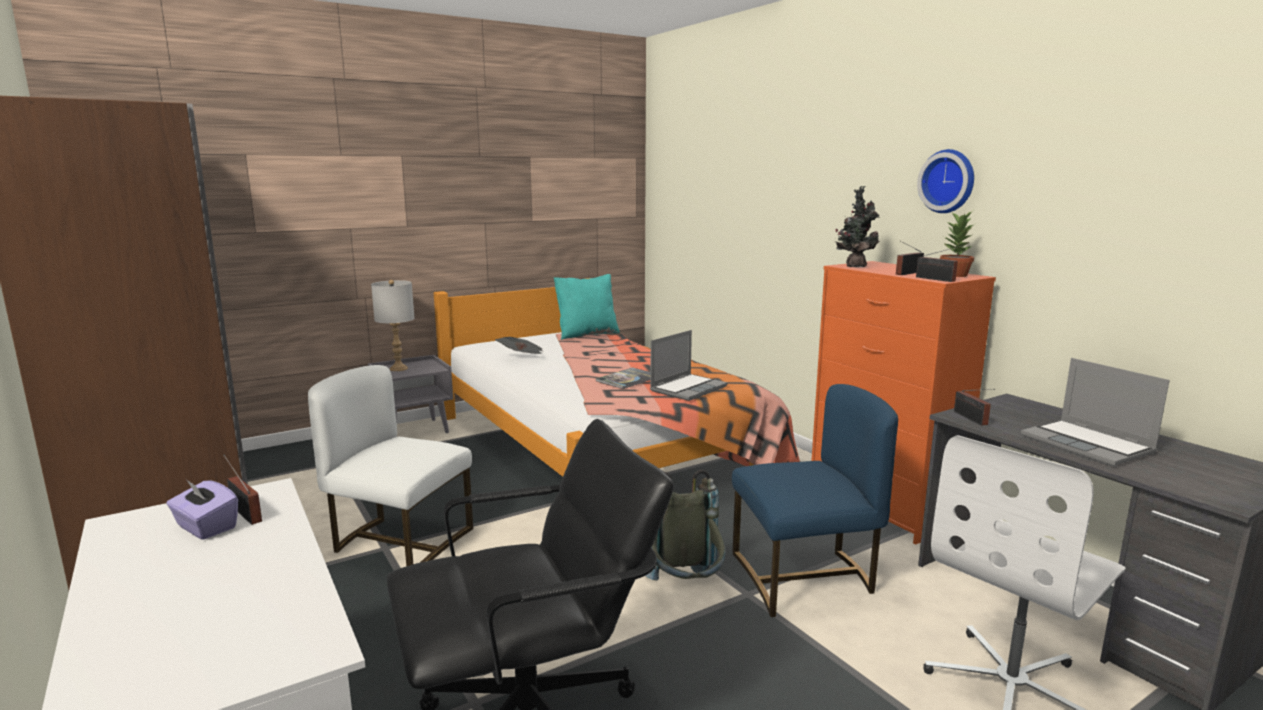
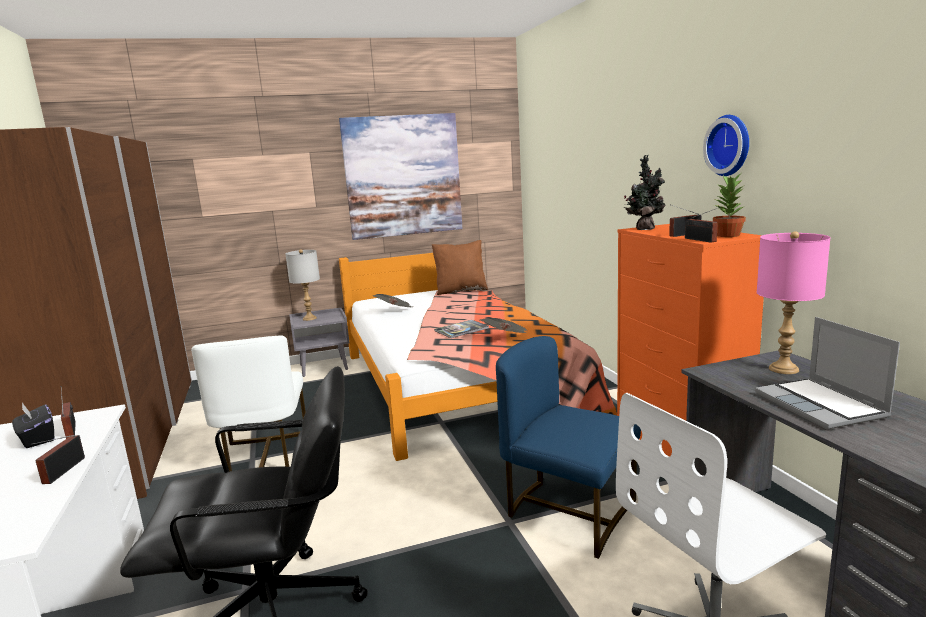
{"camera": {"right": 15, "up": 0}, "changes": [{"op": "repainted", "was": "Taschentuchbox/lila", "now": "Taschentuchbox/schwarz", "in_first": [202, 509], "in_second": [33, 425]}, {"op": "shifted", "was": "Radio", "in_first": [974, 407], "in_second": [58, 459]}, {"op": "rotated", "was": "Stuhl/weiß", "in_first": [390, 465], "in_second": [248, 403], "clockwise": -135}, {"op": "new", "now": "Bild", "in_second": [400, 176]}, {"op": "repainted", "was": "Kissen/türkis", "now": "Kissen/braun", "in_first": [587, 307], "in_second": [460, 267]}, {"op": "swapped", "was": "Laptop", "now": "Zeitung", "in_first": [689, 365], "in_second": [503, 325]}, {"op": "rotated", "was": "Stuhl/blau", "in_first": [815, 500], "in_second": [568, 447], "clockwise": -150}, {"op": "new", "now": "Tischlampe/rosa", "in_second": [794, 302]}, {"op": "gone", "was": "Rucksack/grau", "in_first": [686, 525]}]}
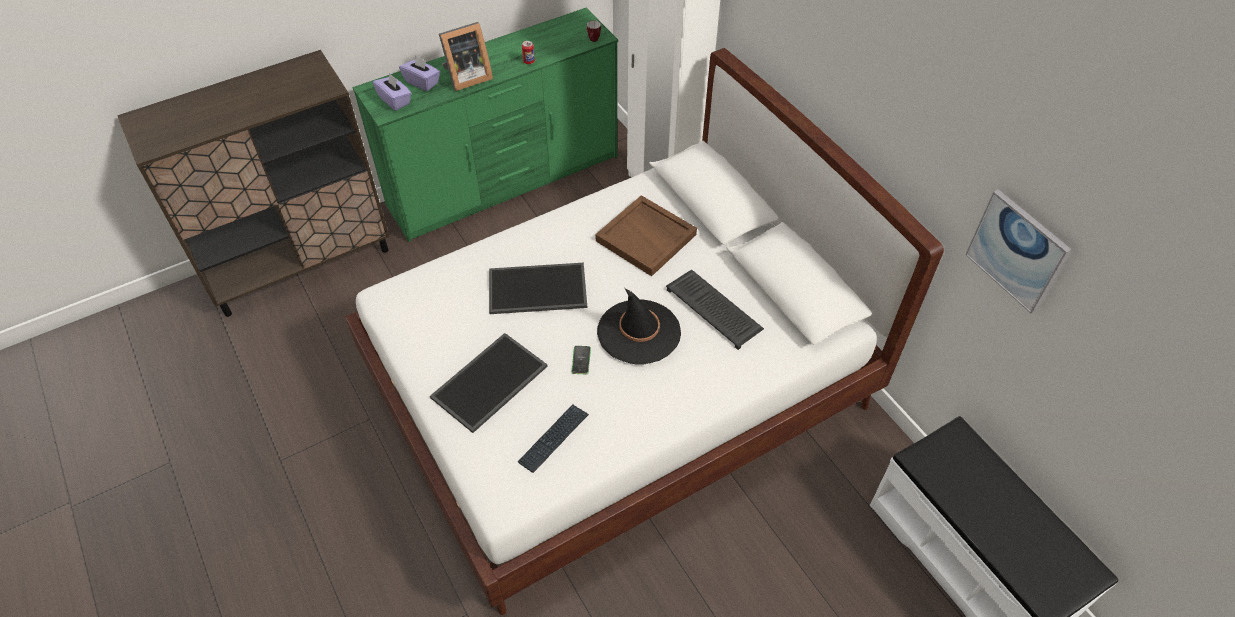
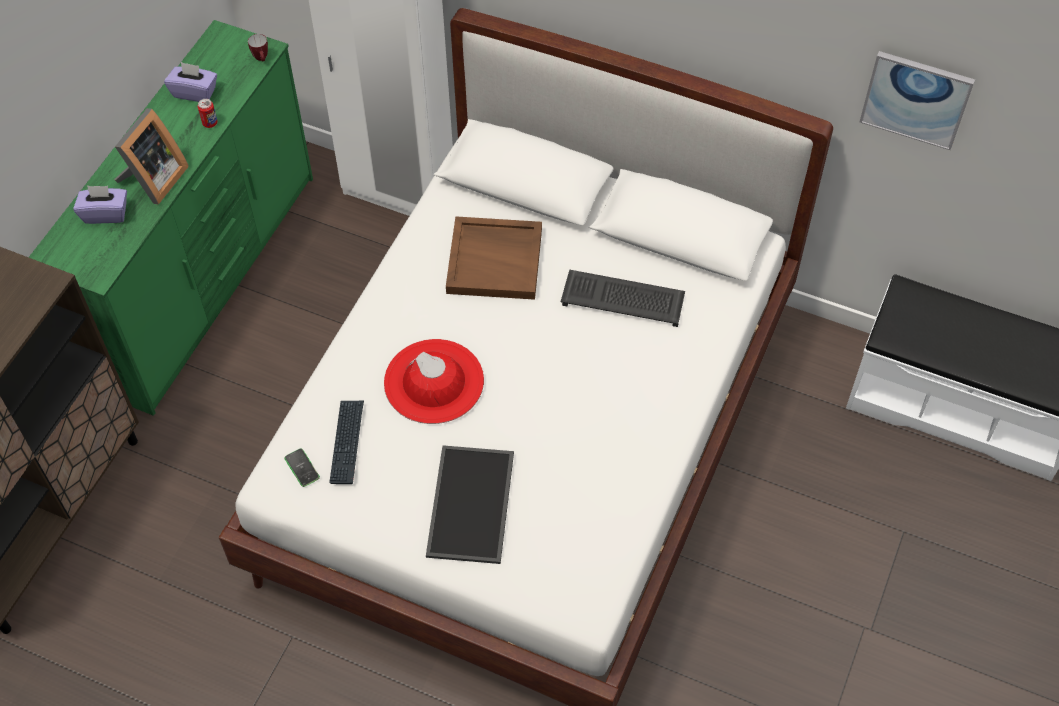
{"camera": {"right": -35, "up": 5}, "changes": [{"op": "shifted", "was": "Taschentuchbox/lila", "in_first": [392, 92], "in_second": [190, 82]}, {"op": "shifted", "was": "Handy", "in_first": [581, 360], "in_second": [302, 468]}, {"op": "shifted", "was": "Tastatur", "in_first": [553, 438], "in_second": [346, 442]}, {"op": "swapped", "was": "Tablett", "now": "Hut/rot", "in_first": [538, 288], "in_second": [434, 381]}, {"op": "gone", "was": "Hut/schwarz", "in_first": [639, 326]}]}
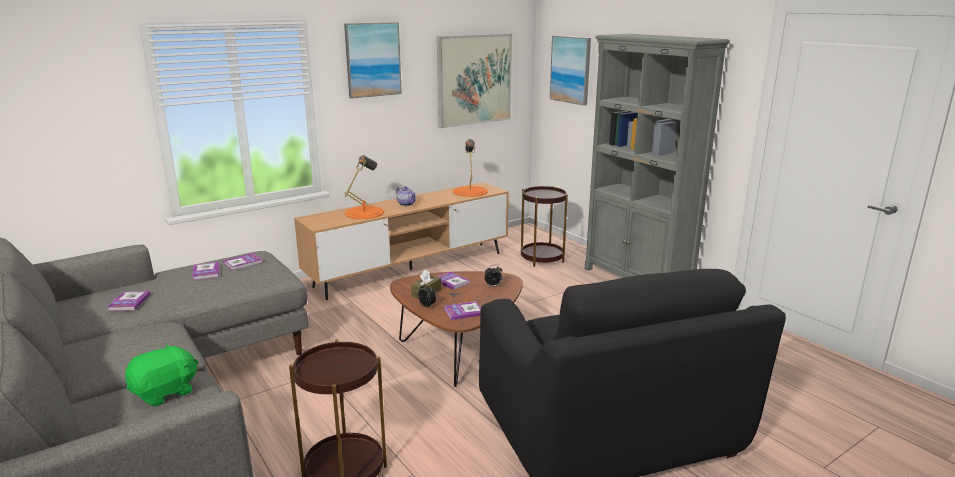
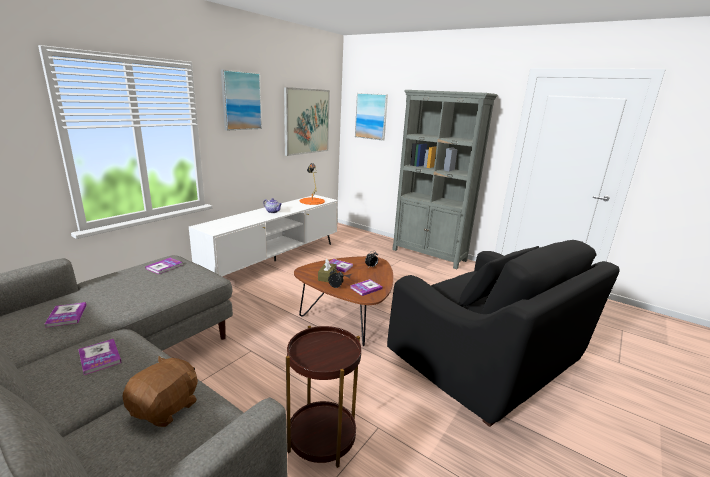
{"camera": {"right": -20, "up": 0}, "changes": [{"op": "shifted", "was": "Buch", "in_first": [205, 271], "in_second": [100, 357]}, {"op": "repainted", "was": "Plüschtier/grün", "now": "Plüschtier/braun", "in_first": [162, 374], "in_second": [160, 391]}, {"op": "repainted", "was": "Fernsehschrank/braun", "now": "Fernsehschrank/weiß", "in_first": [401, 241], "in_second": [263, 235]}, {"op": "gone", "was": "Tischlampe/orange", "in_first": [364, 187]}, {"op": "gone", "was": "Beistelltisch/braun", "in_first": [544, 226]}]}
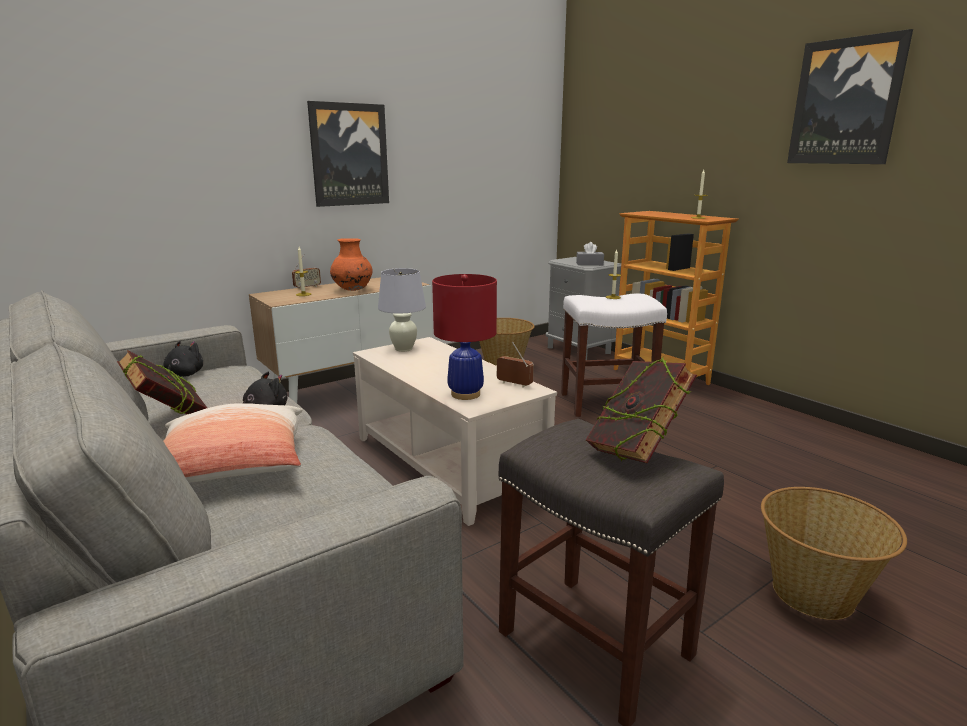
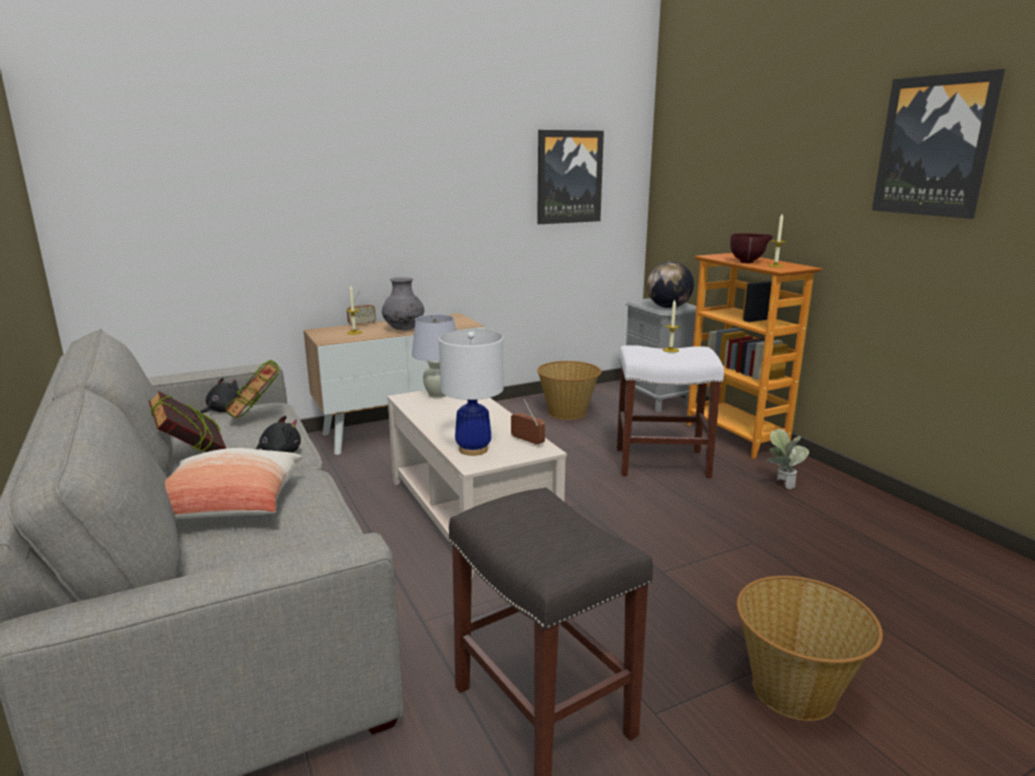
{"camera": {"right": 10, "up": 0}, "changes": [{"op": "shifted", "was": "Buch", "in_first": [641, 410], "in_second": [252, 389]}, {"op": "repainted", "was": "Vase/orange", "now": "Vase/grau", "in_first": [351, 264], "in_second": [403, 303]}, {"op": "repainted", "was": "Tischlampe/rot", "now": "Tischlampe/weiß", "in_first": [464, 337], "in_second": [471, 393]}, {"op": "shifted", "was": "Bild", "in_first": [348, 154], "in_second": [570, 177]}, {"op": "swapped", "was": "Taschentuchbox/grau", "now": "Globus", "in_first": [590, 253], "in_second": [670, 284]}, {"op": "new", "now": "Schüssel/braun", "in_second": [751, 248]}, {"op": "new", "now": "Topfpflanze", "in_second": [787, 459]}]}
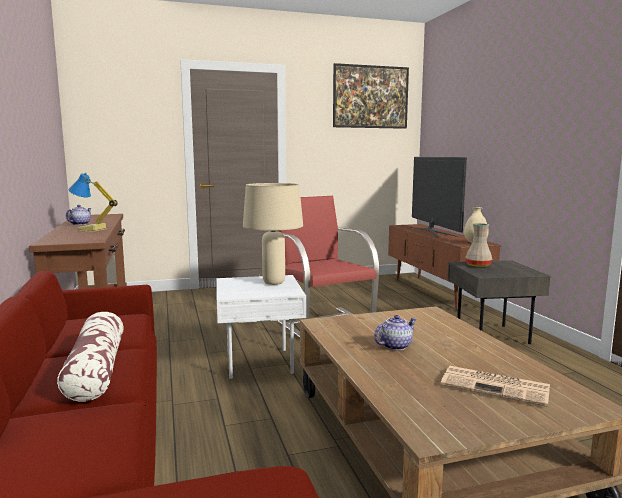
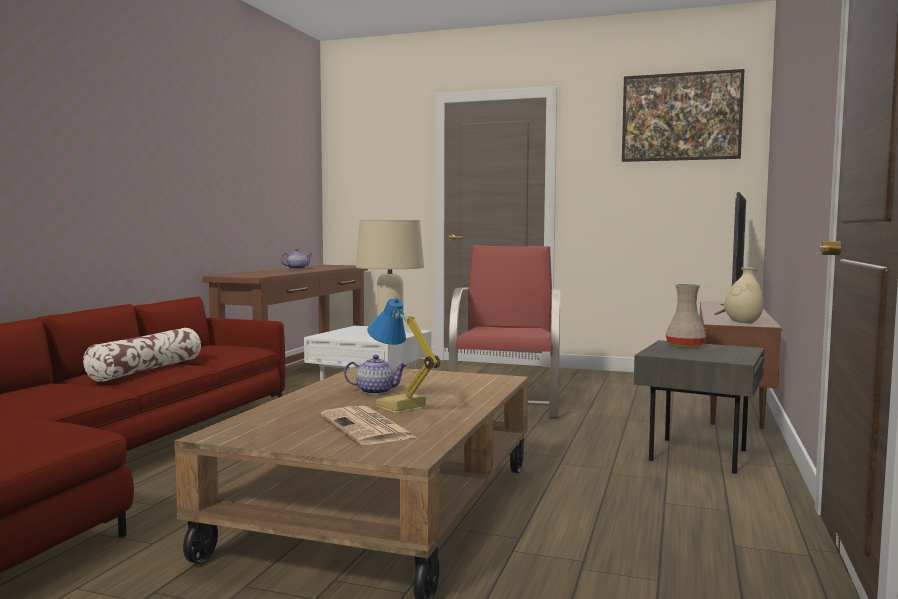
{"camera": {"right": 35, "up": -5}, "changes": [{"op": "shifted", "was": "Tischlampe", "in_first": [93, 202], "in_second": [403, 355]}]}
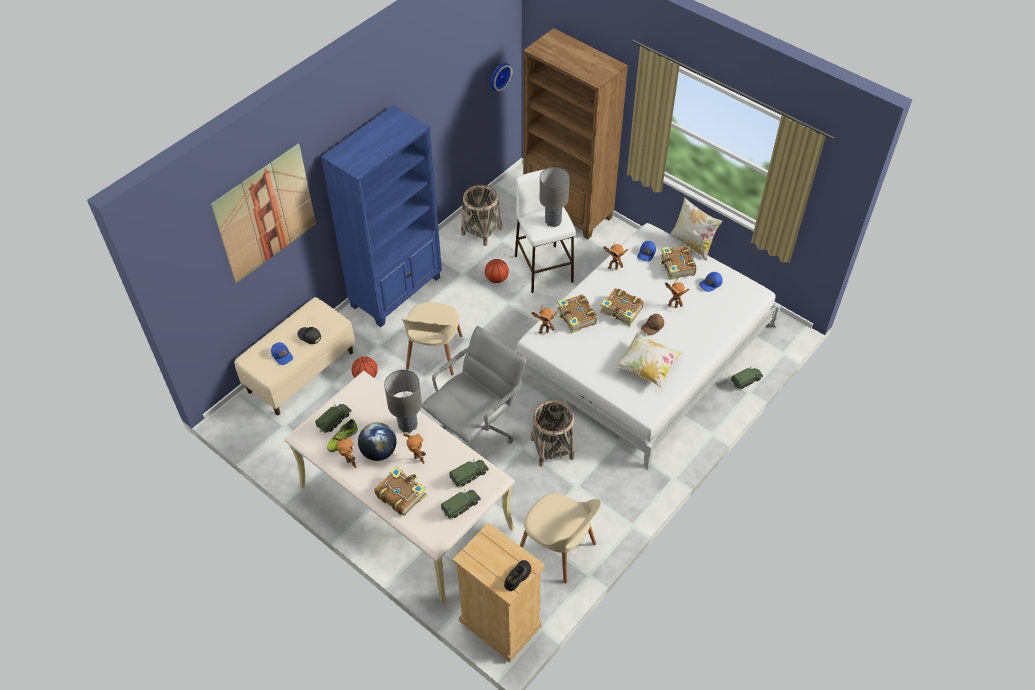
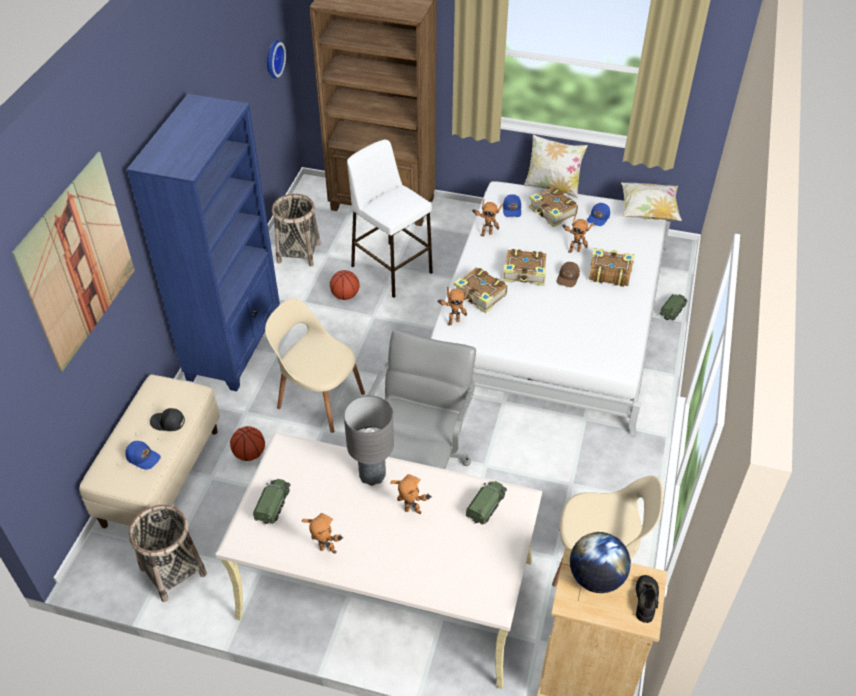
{"camera": {"right": -25, "up": -5}, "changes": [{"op": "shifted", "was": "Korb", "in_first": [552, 433], "in_second": [168, 553]}, {"op": "rotated", "was": "Stuhl/beige", "in_first": [431, 338], "in_second": [315, 366], "clockwise": 135}, {"op": "shifted", "was": "Globus", "in_first": [377, 441], "in_second": [600, 562]}, {"op": "shifted", "was": "Buch", "in_first": [400, 491], "in_second": [612, 267]}, {"op": "shifted", "was": "Kissen", "in_first": [648, 360], "in_second": [651, 202]}, {"op": "gone", "was": "Schuh", "in_first": [342, 435]}, {"op": "gone", "was": "Spielzeuglaster", "in_first": [461, 504]}, {"op": "gone", "was": "Tischlampe/grau", "in_first": [555, 197]}]}
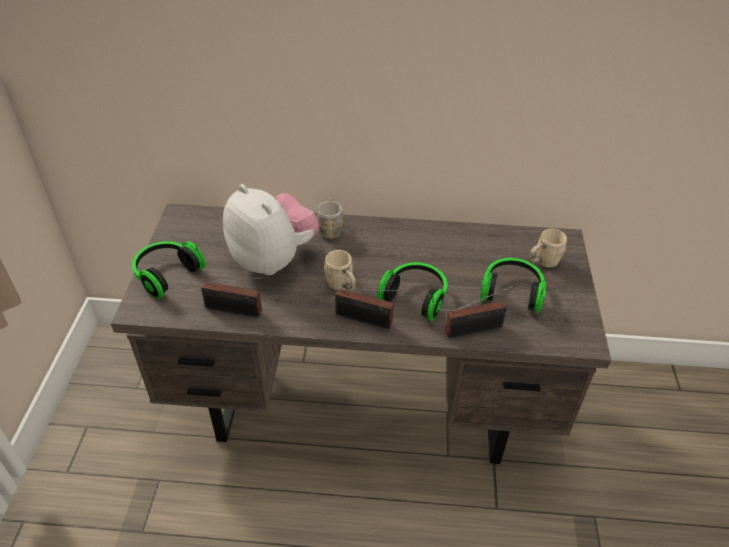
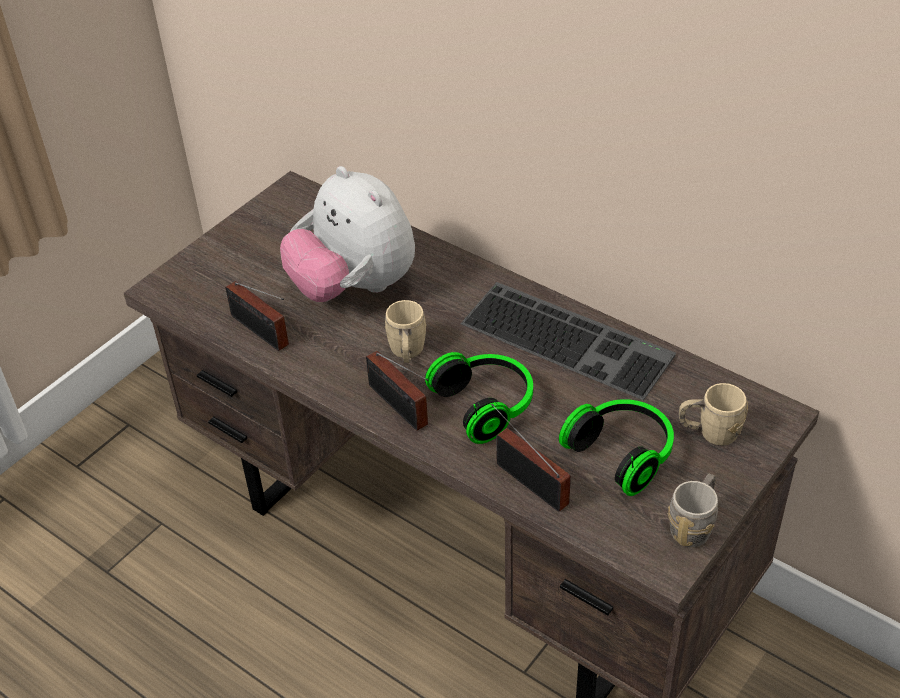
{"camera": {"right": 35, "up": 0}, "changes": [{"op": "rotated", "was": "Plüschtier", "in_first": [271, 229], "in_second": [347, 234], "clockwise": 150}, {"op": "new", "now": "Tastatur", "in_second": [568, 341]}, {"op": "rotated", "was": "Radio", "in_first": [480, 311], "in_second": [531, 458], "clockwise": -150}, {"op": "shifted", "was": "Henkelbecher/grau", "in_first": [330, 218], "in_second": [693, 510]}, {"op": "gone", "was": "Kopfhörer", "in_first": [169, 270]}]}
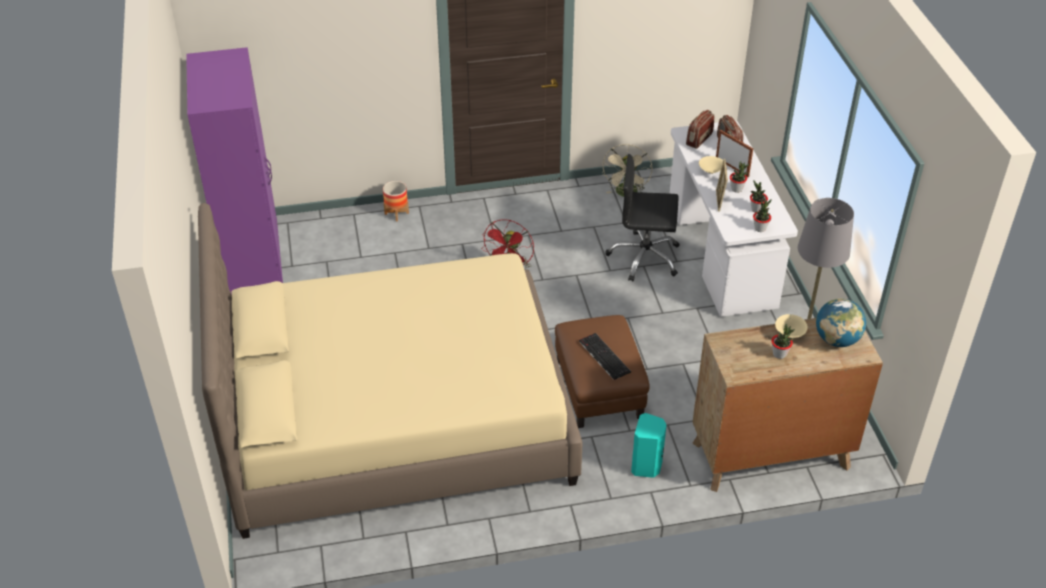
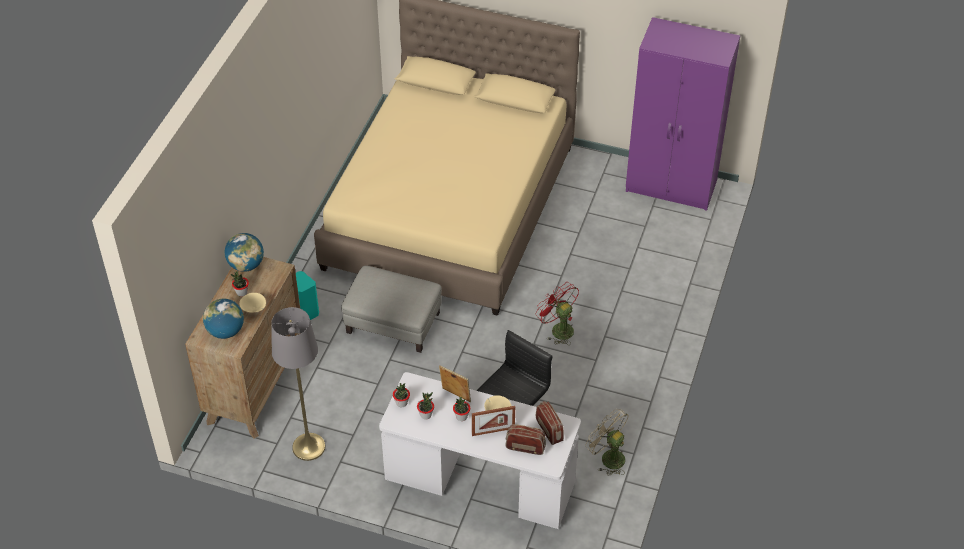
{"camera": {"right": 120, "up": 5}, "changes": [{"op": "new", "now": "Globus", "in_second": [244, 252]}, {"op": "repainted", "was": "Polsterhocker/braun", "now": "Polsterhocker/grau", "in_first": [602, 371], "in_second": [391, 309]}, {"op": "gone", "was": "Pflanzkübel", "in_first": [396, 201]}, {"op": "gone", "was": "Tastatur", "in_first": [605, 356]}]}
